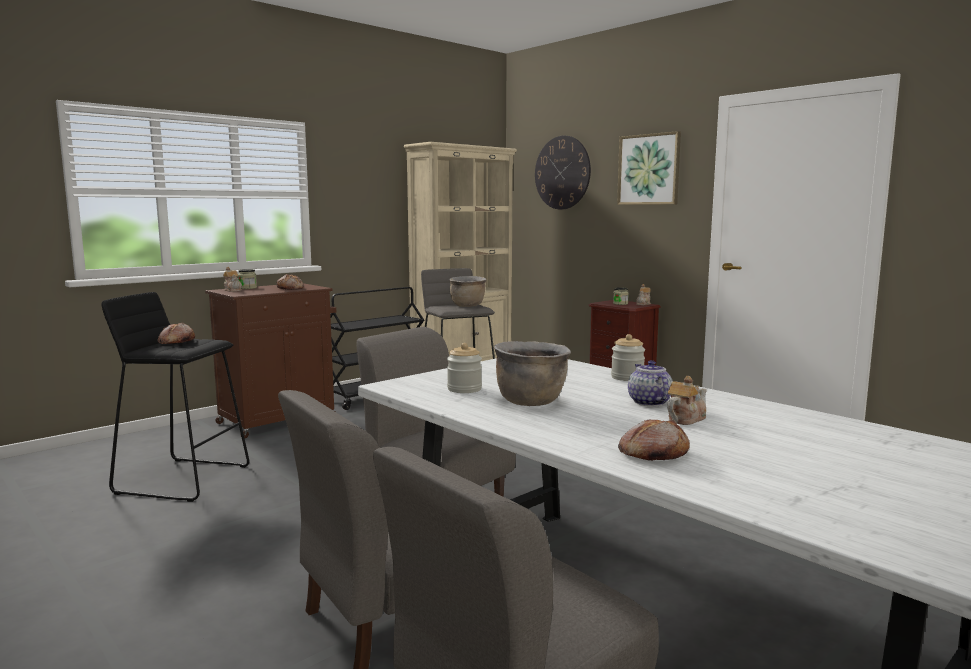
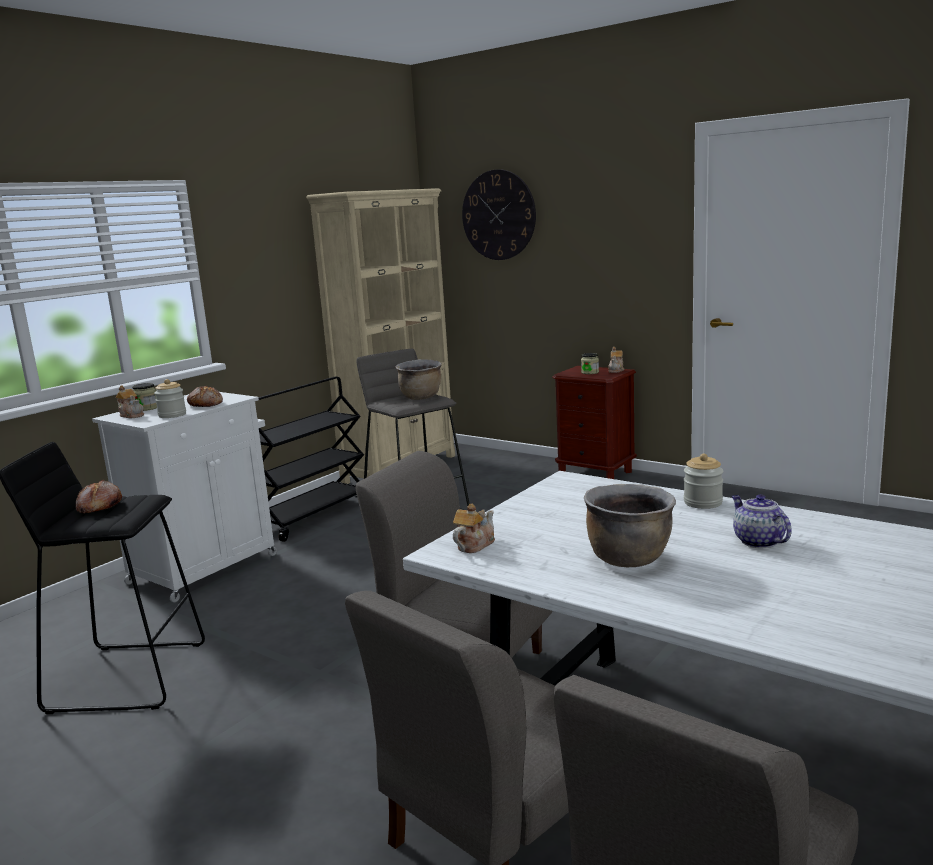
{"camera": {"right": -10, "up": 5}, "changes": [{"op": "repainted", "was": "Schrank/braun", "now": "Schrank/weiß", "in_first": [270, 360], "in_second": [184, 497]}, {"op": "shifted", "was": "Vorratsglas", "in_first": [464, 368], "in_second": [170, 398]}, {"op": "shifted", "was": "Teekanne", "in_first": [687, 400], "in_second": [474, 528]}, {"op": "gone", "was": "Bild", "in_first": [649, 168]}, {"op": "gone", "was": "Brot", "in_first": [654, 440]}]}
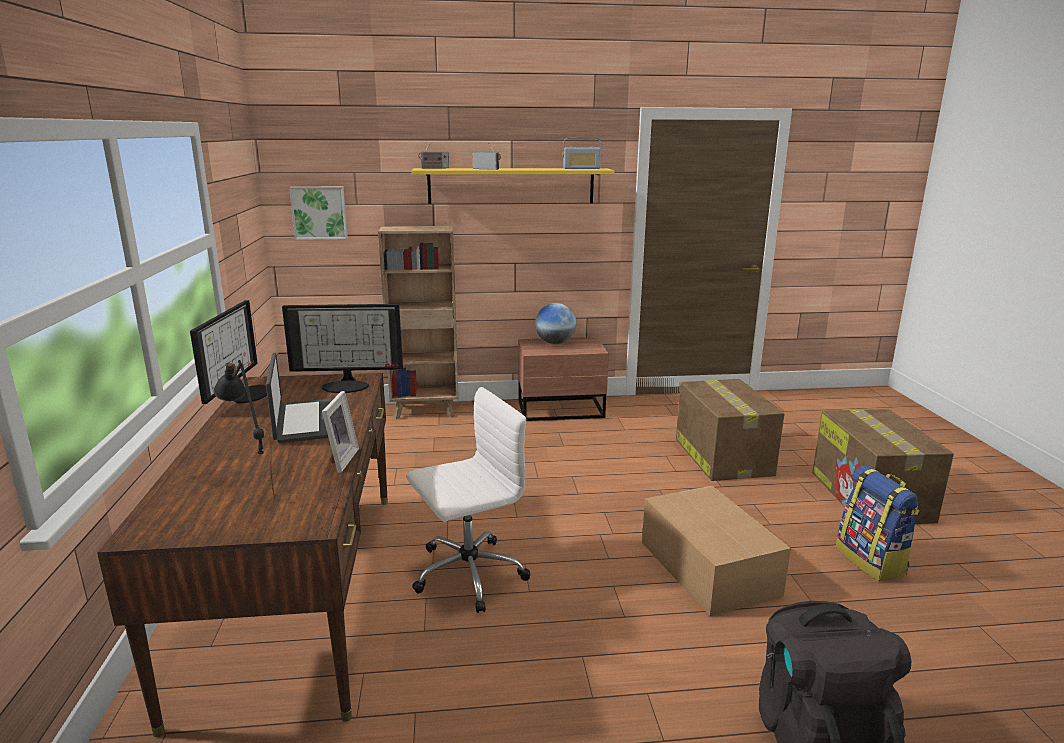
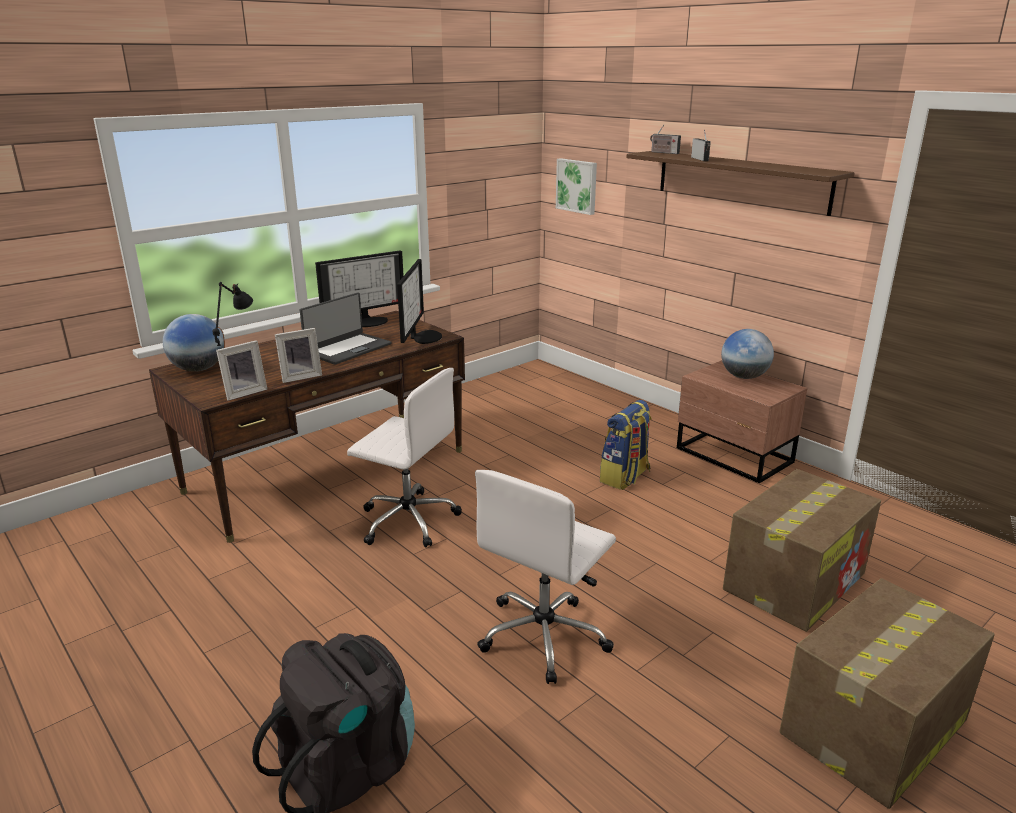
{"camera": {"right": 55, "up": 5}, "changes": [{"op": "new", "now": "Globus", "in_second": [193, 343]}, {"op": "new", "now": "Bilderrahmen", "in_second": [241, 370]}, {"op": "rotated", "was": "Monitor", "in_first": [342, 348], "in_second": [419, 301], "clockwise": -135}, {"op": "swapped", "was": "Karton", "now": "Bürostuhl/weiß", "in_first": [716, 551], "in_second": [545, 577]}, {"op": "shifted", "was": "Rucksack", "in_first": [878, 523], "in_second": [626, 445]}, {"op": "repainted", "was": "Wandregal/gelb", "now": "Wandregal/braun", "in_first": [513, 186], "in_second": [740, 183]}, {"op": "gone", "was": "Bücherregal/braun", "in_first": [418, 323]}, {"op": "gone", "was": "Radio", "in_first": [582, 153]}]}
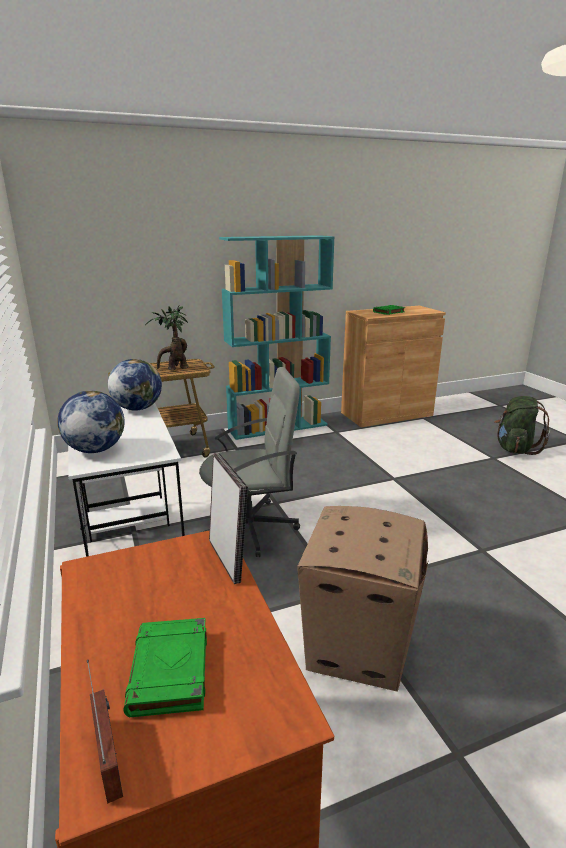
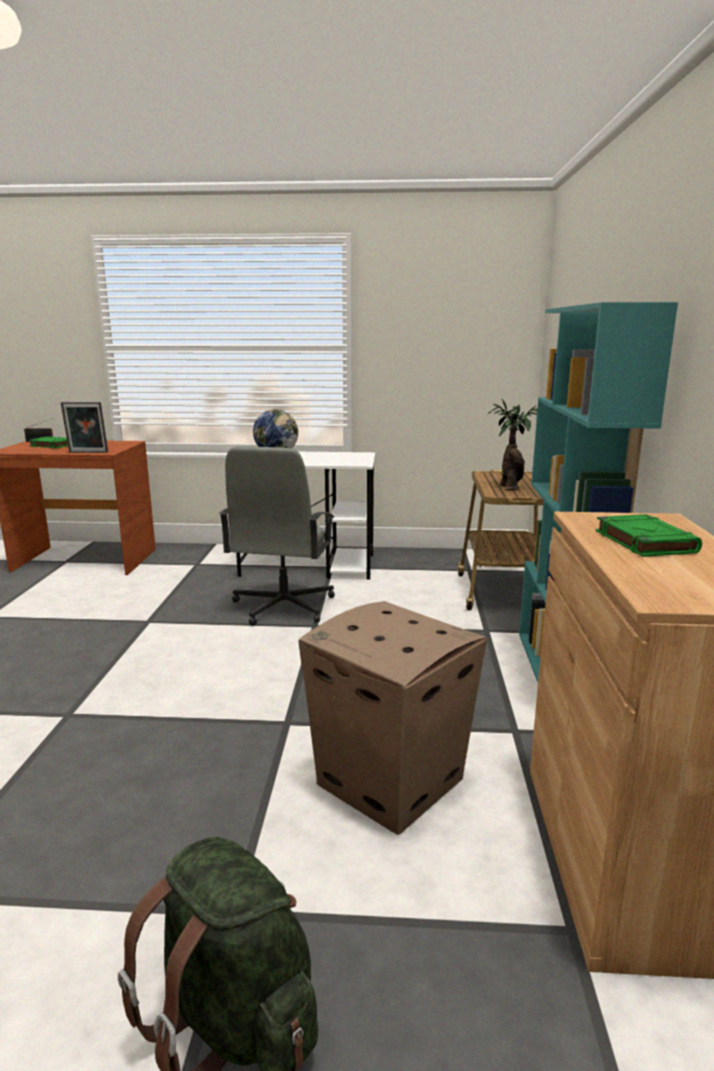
{"camera": {"right": 115, "up": -5}, "changes": [{"op": "shifted", "was": "Karton", "in_first": [363, 599], "in_second": [393, 718]}, {"op": "gone", "was": "Globus", "in_first": [135, 385]}]}
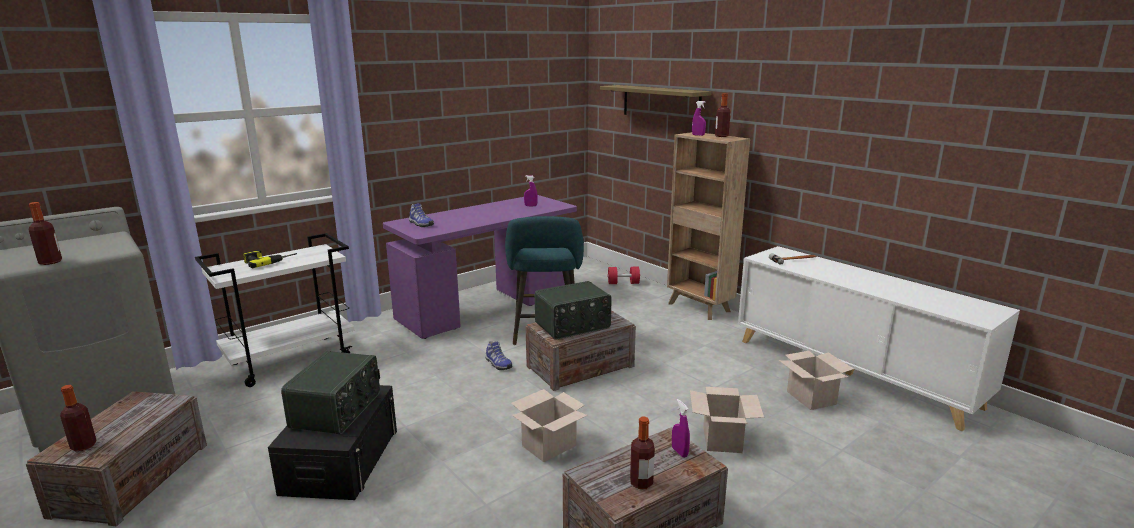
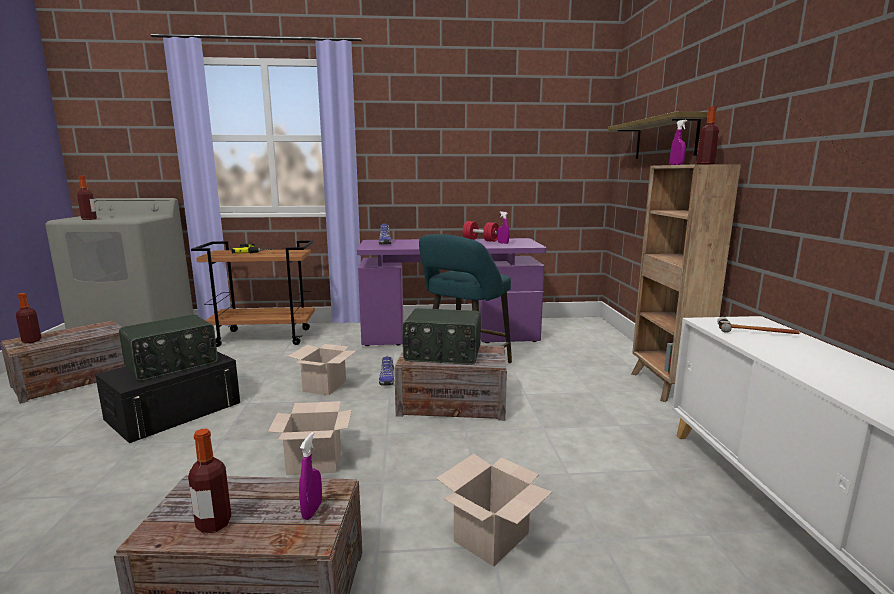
{"camera": {"right": 35, "up": -5}, "changes": [{"op": "repainted", "was": "Rollwagen/weiß", "now": "Rollwagen/braun", "in_first": [275, 310], "in_second": [253, 293]}, {"op": "shifted", "was": "Karton", "in_first": [816, 380], "in_second": [322, 369]}, {"op": "shifted", "was": "Hantel/rot", "in_first": [623, 275], "in_second": [481, 231]}]}
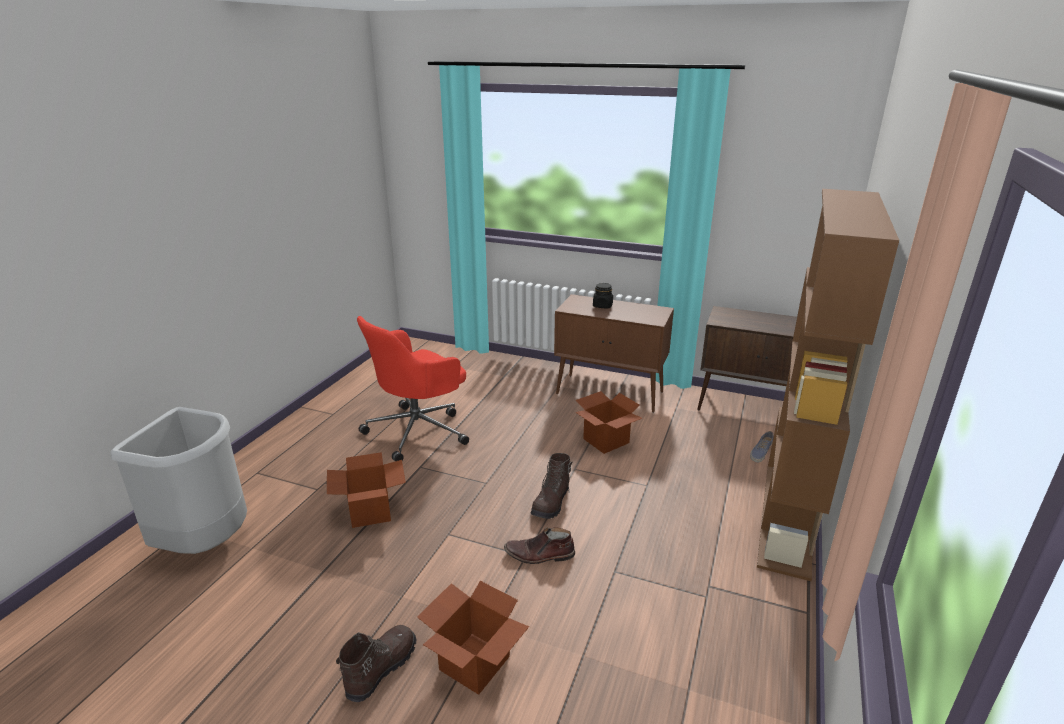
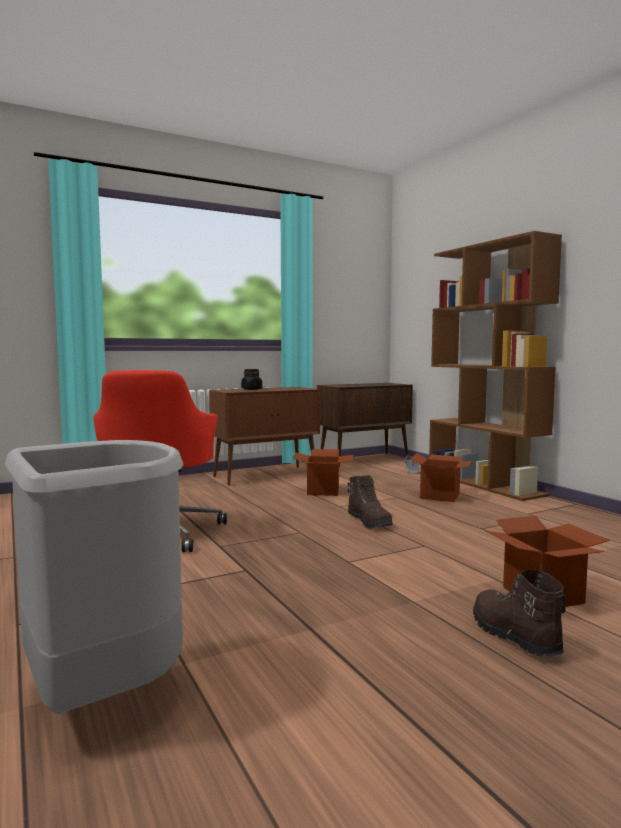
{"camera": {"right": -50, "up": -20}, "changes": [{"op": "shifted", "was": "Karton", "in_first": [366, 490], "in_second": [442, 477]}, {"op": "gone", "was": "Stiefel/braun", "in_first": [539, 545]}]}
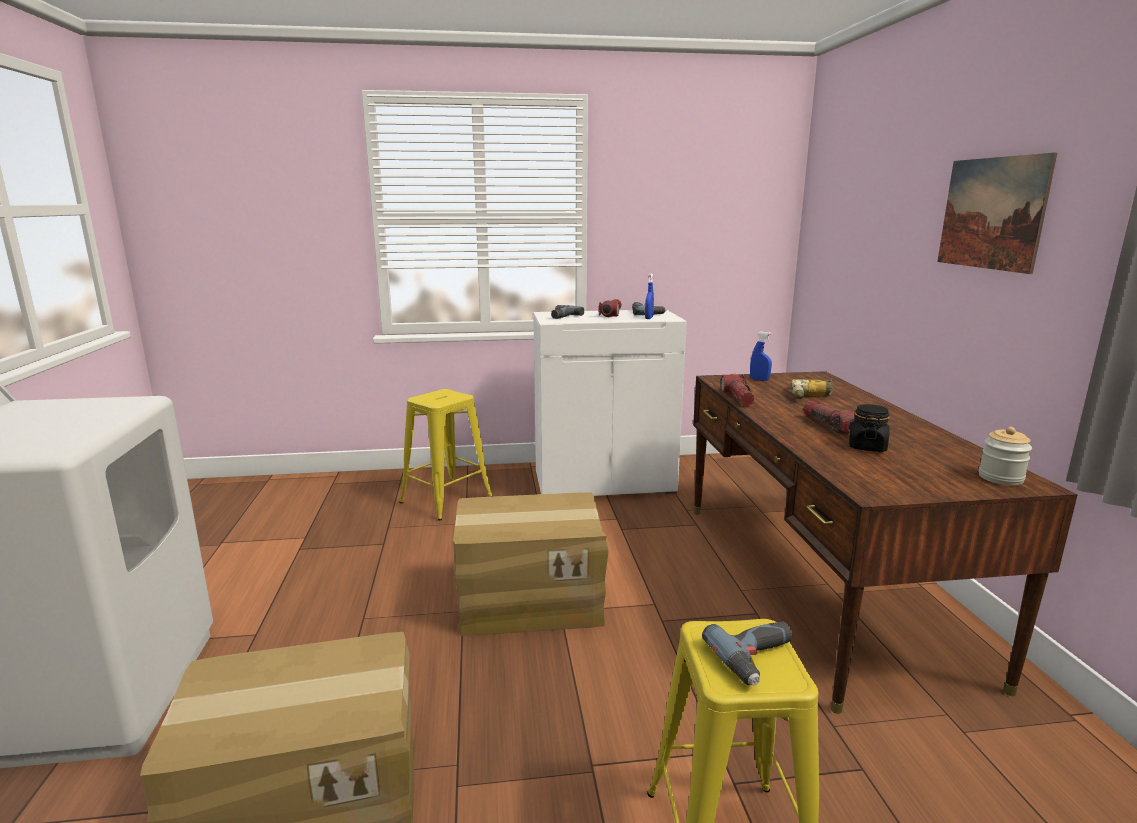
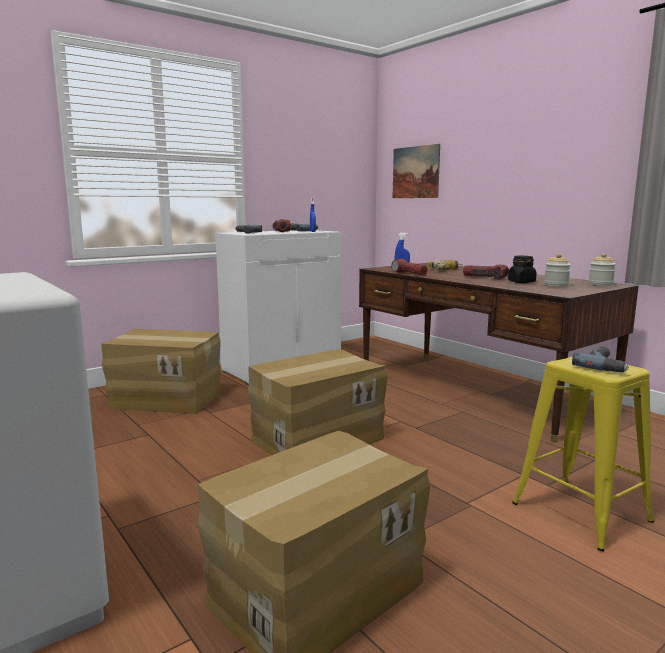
{"camera": {"right": -30, "up": -5}, "changes": [{"op": "swapped", "was": "Hocker/gelb", "now": "Karton", "in_first": [446, 454], "in_second": [161, 371]}, {"op": "shifted", "was": "Bild", "in_first": [997, 213], "in_second": [416, 171]}, {"op": "new", "now": "Vorratsglas", "in_second": [557, 270]}]}
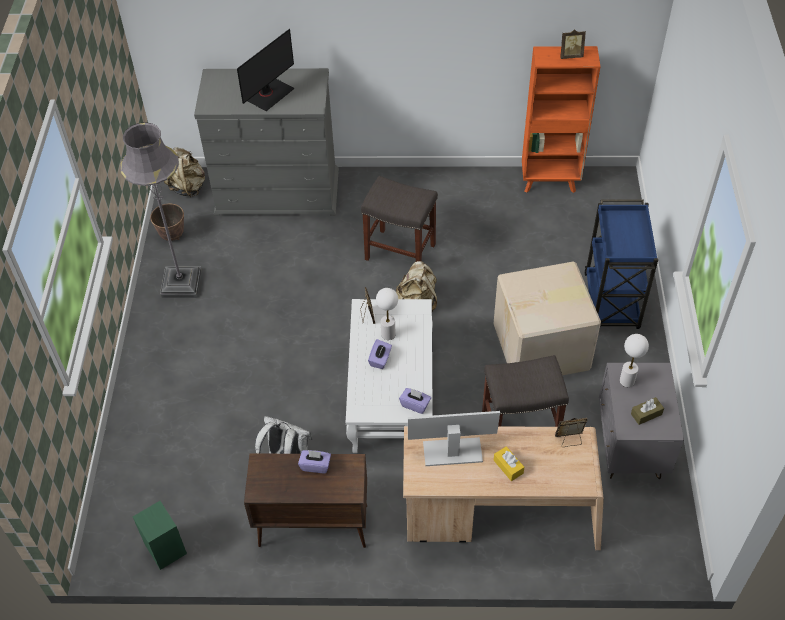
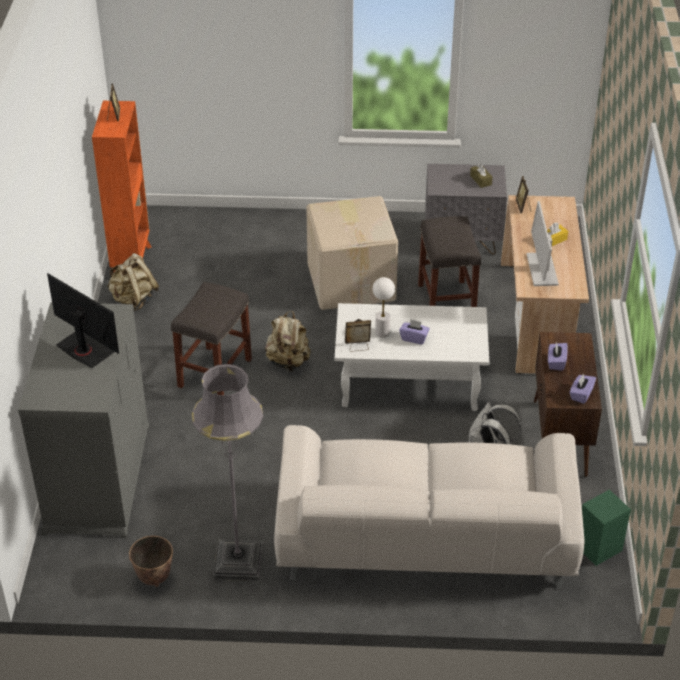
{"camera": {"right": -90, "up": -10}, "changes": [{"op": "shifted", "was": "Rucksack/beige", "in_first": [184, 172], "in_second": [133, 282]}, {"op": "new", "now": "Sofa/weiß", "in_second": [429, 507]}, {"op": "shifted", "was": "Taschentuchbox/lila", "in_first": [415, 401], "in_second": [582, 388]}, {"op": "gone", "was": "Rollwagen/blau", "in_first": [621, 264]}, {"op": "gone", "was": "Tischlampe/weiß", "in_first": [634, 360]}]}
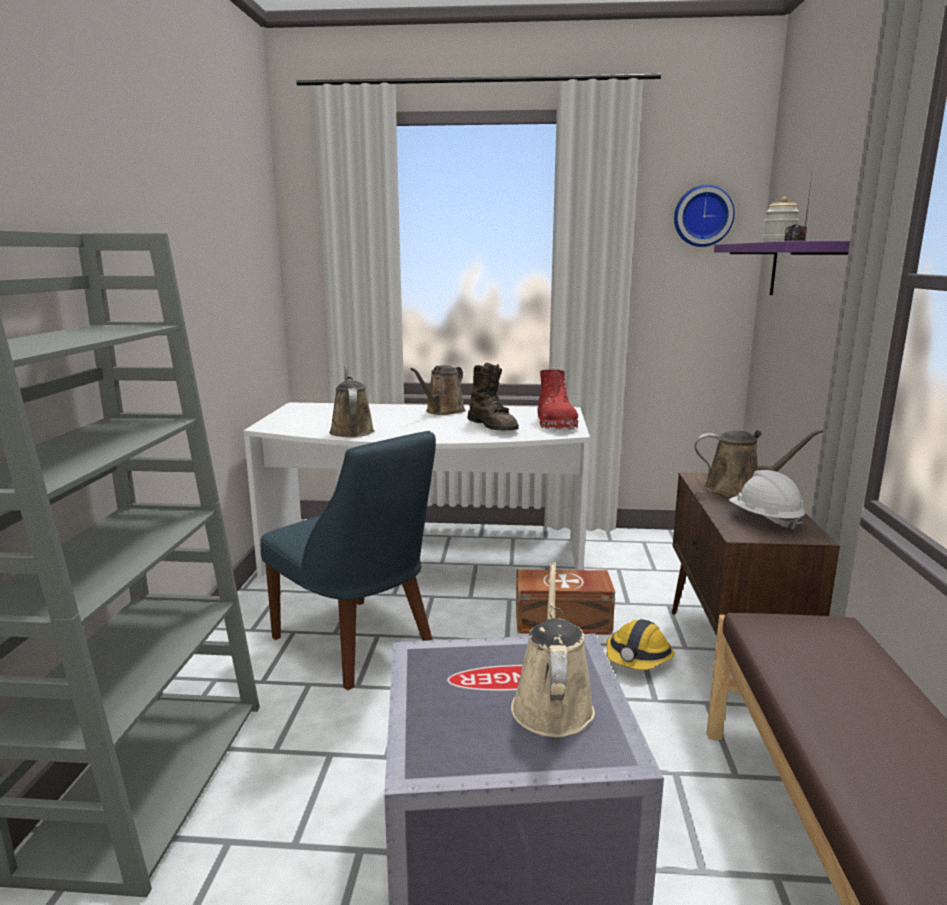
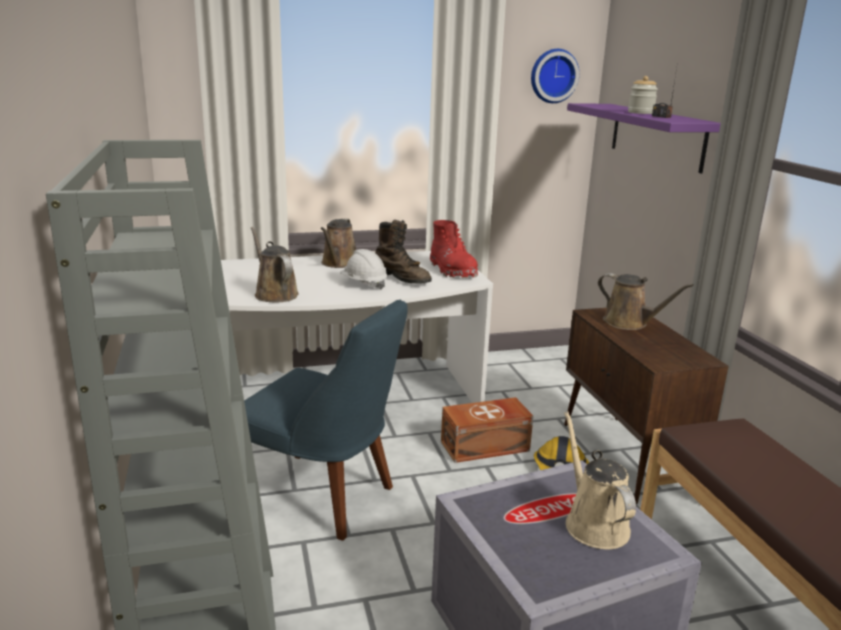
{"camera": {"right": -20, "up": 5}, "changes": [{"op": "shifted", "was": "Schutzhelm/weiß", "in_first": [767, 501], "in_second": [363, 269]}, {"op": "rotated", "was": "Gießkanne/braun", "in_first": [758, 463], "in_second": [646, 301], "clockwise": 45}]}
